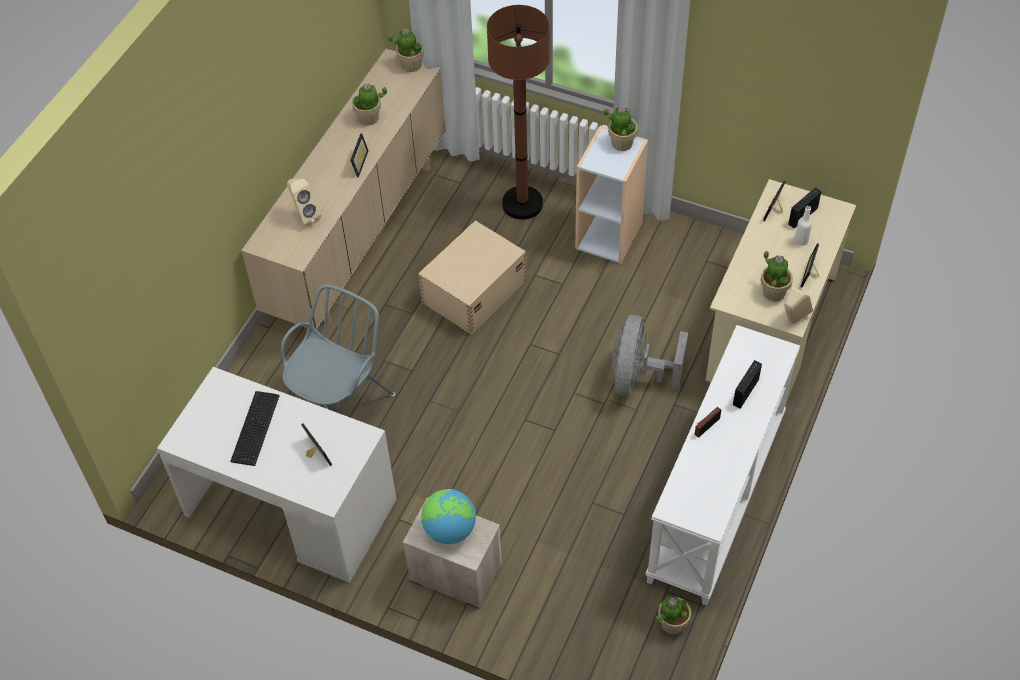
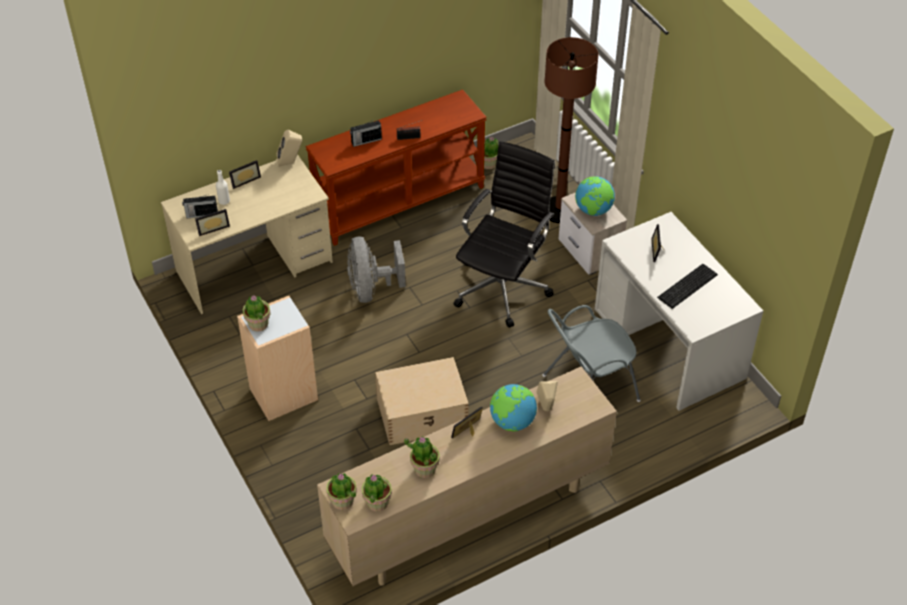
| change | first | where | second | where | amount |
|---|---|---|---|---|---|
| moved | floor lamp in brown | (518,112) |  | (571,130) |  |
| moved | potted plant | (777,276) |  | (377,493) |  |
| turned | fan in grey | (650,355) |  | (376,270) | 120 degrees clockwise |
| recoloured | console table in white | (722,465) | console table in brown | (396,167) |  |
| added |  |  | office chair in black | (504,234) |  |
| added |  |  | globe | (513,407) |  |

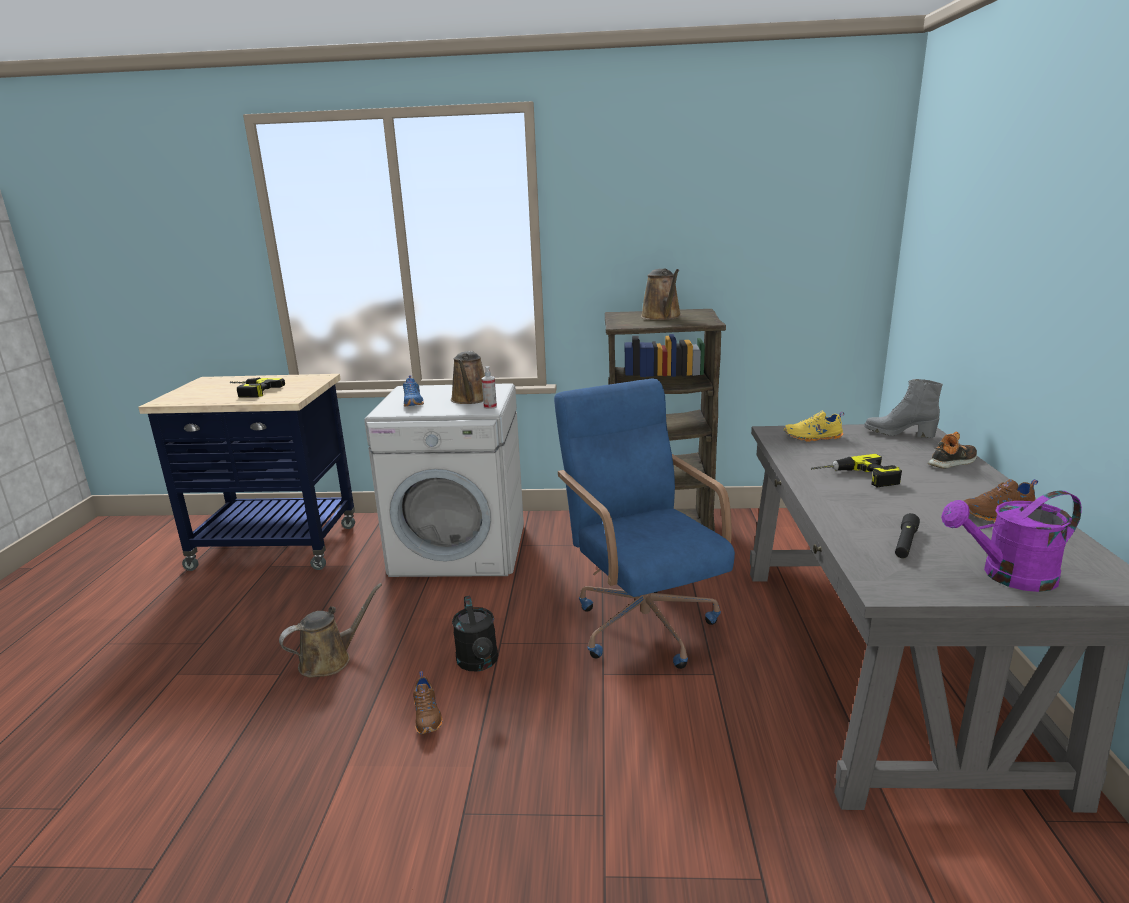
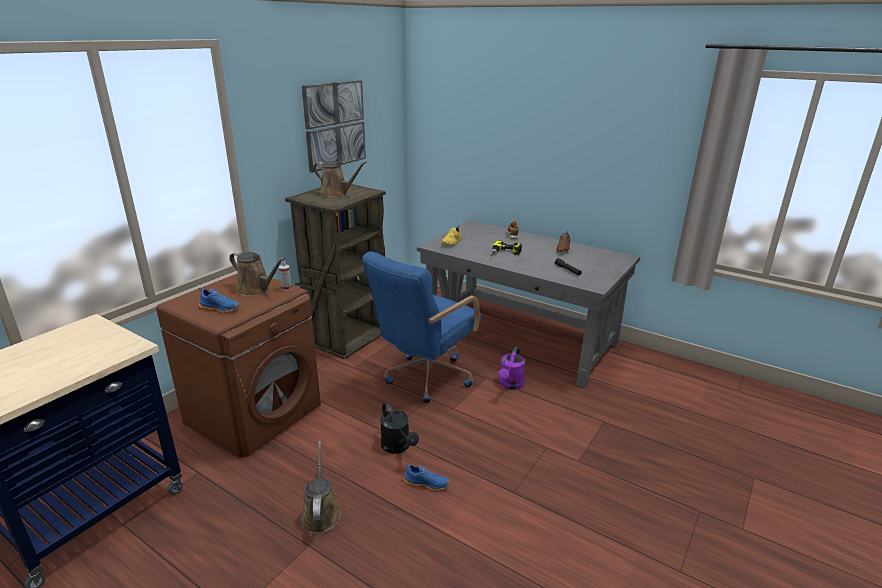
| change | first | where | second | where | amount |
|---|---|---|---|---|---|
| removed | power drill | (257,387) |  |  |  |
| turned | office chair in blue | (644,524) |  | (422,327) | 60 degrees counterclockwise |
| removed | boot in grey | (903,408) |  |  |  |
| recoloured | washing machine in white | (444,480) | washing machine in brown | (238,365) |  |
| moved | watering can in purple | (1011,541) |  | (511,368) |  |
| turned | watering can in black | (475,633) |  | (399,428) | 45 degrees clockwise |
| recoloured | shoe in brown | (427,702) | shoe in blue | (426,477) |  |
| added |  |  | picture | (334,126) |  |

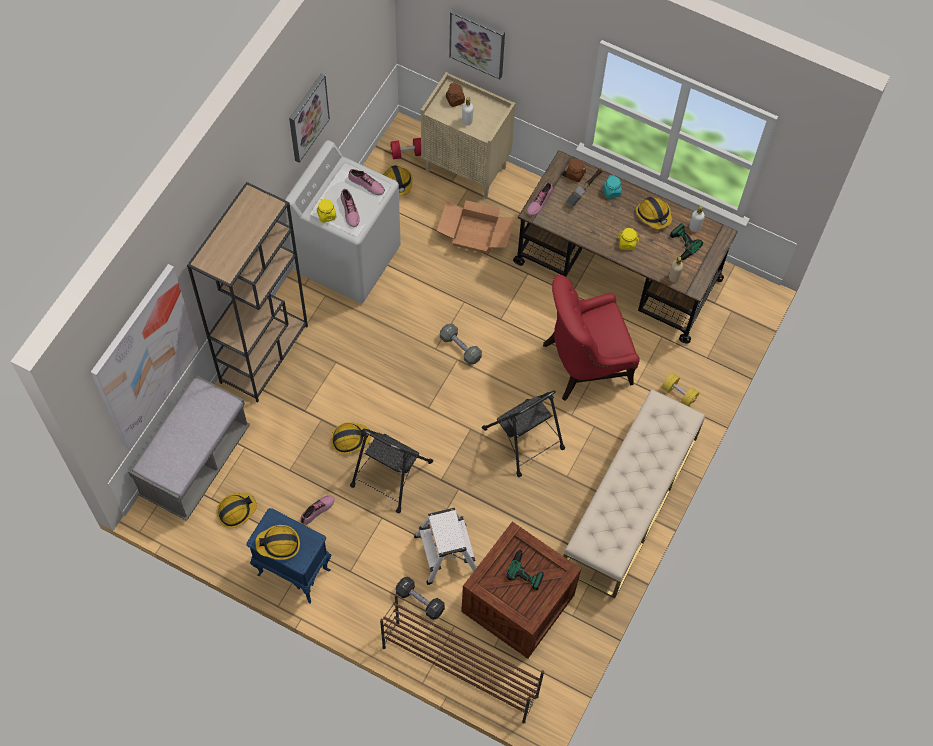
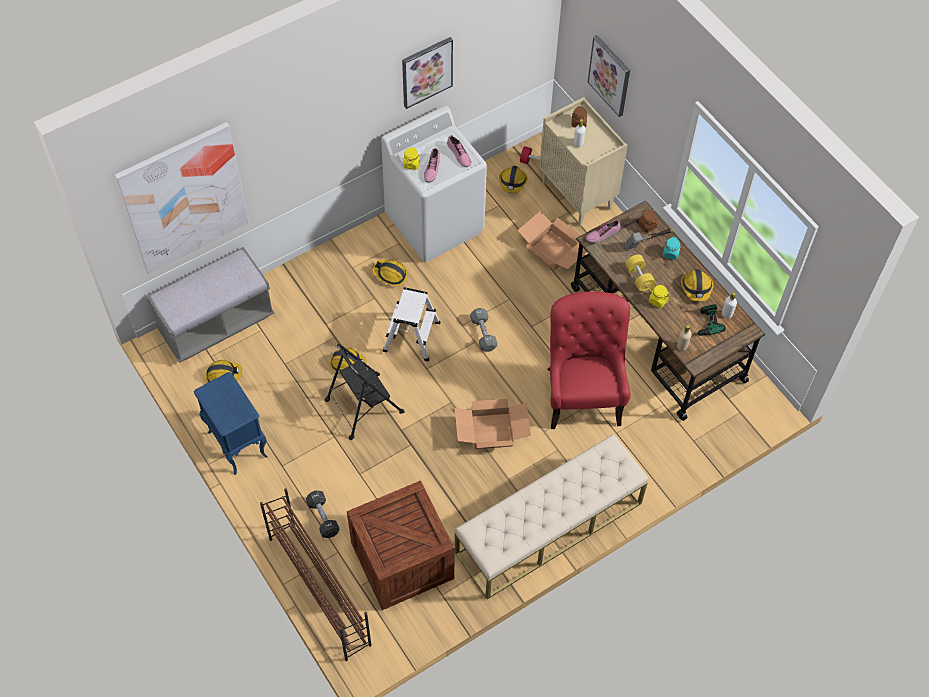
| change | first | where | second | where | amount |
|---|---|---|---|---|---|
| removed | bookcase | (247,292) |  |  |  |
| turned | chair in red | (591,337) |  | (589,360) | 75 degrees clockwise |
| moved | dumbbell in yellow | (680,390) |  | (640,273) |  |
| replaced | step ladder in black | (523,433) | cardboard box | (493,424) |  |
| removed | shoe | (318,510) |  |  |  |
| moved | step ladder in white | (445,546) |  | (412,324) |  |
| moved | hard hat | (277,542) |  | (390,272) |  |
| removed | power drill | (525,566) |  |  |  |

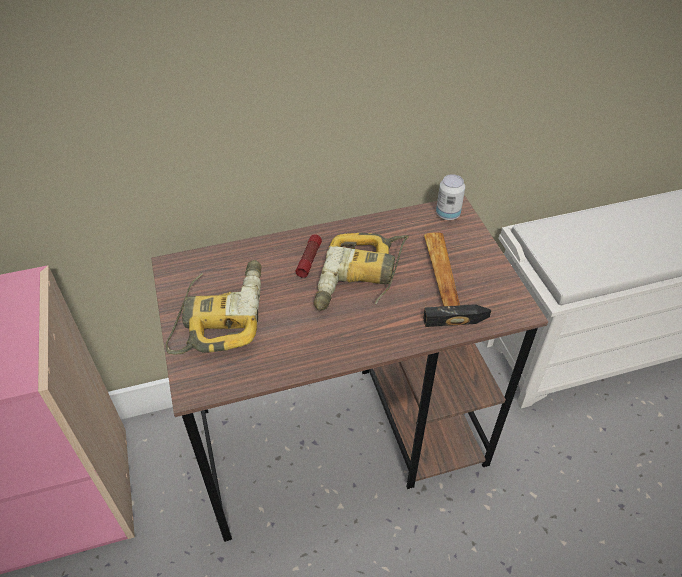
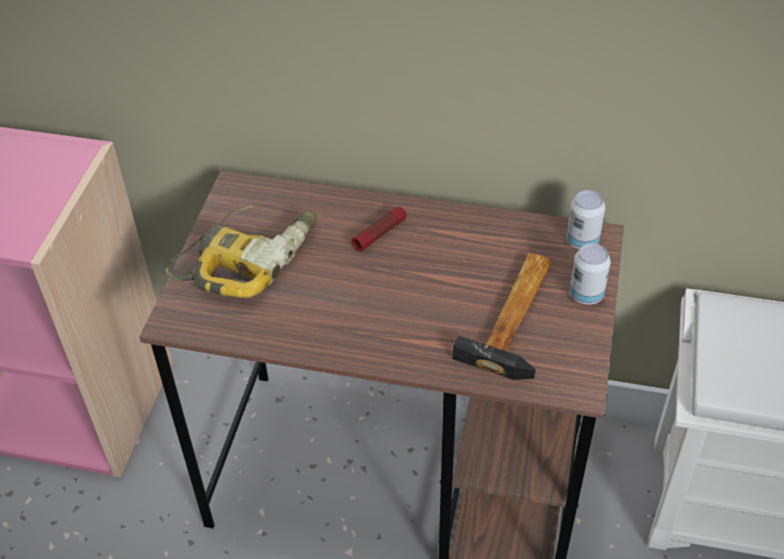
| change | first | where | second | where | amount |
|---|---|---|---|---|---|
| removed | power drill | (361,272) |  |  |  |
| added |  |  | can | (590,274) |  |

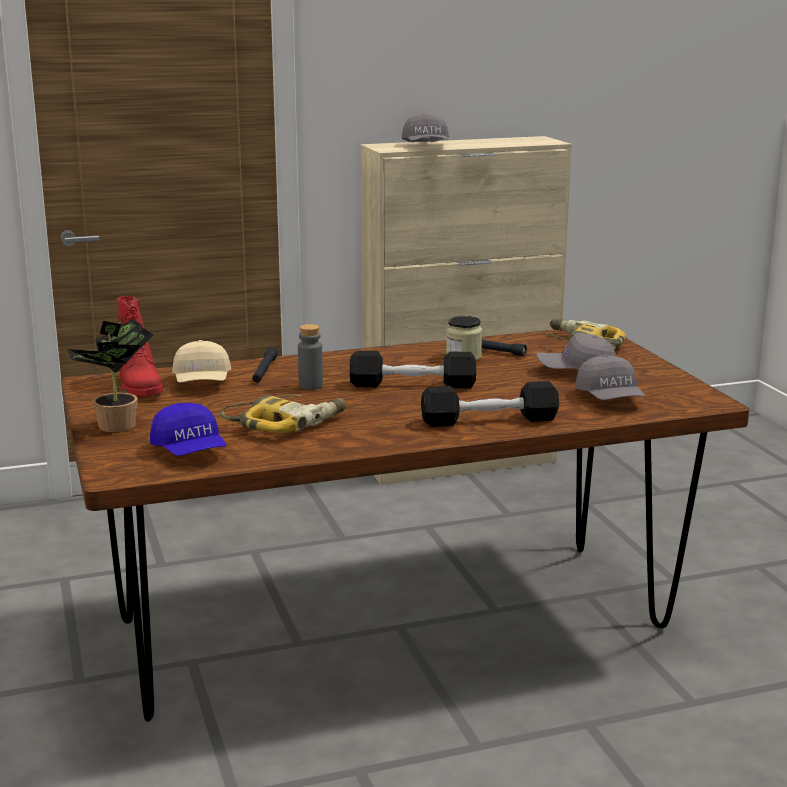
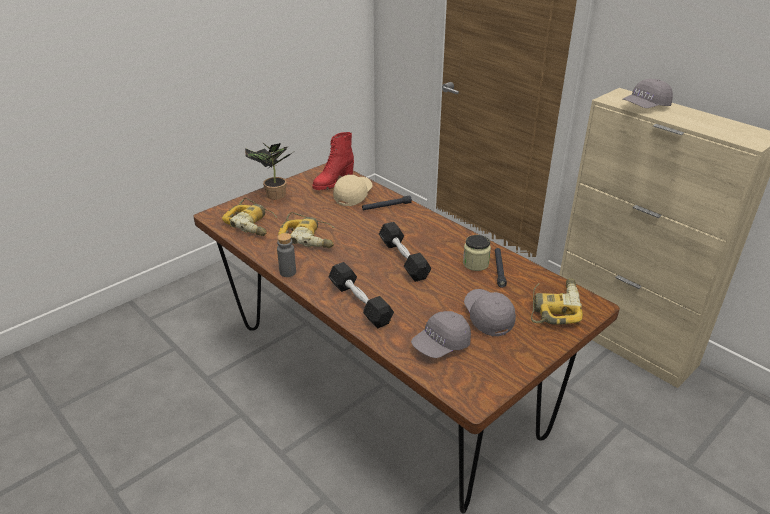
| change | first | where | second | where | amount |
|---|---|---|---|---|---|
| moved | bottle in grey | (310,357) |  | (286,255) |  |
| turned | cap in beige | (201,361) |  | (353,190) | 150 degrees clockwise |
| replaced | cap in blue | (188,429) | power drill | (249,217) |  |

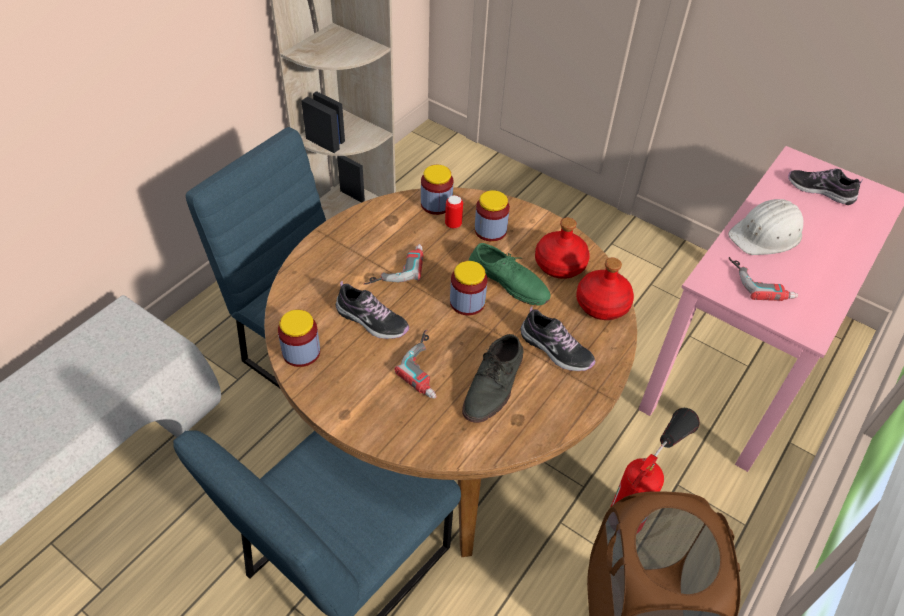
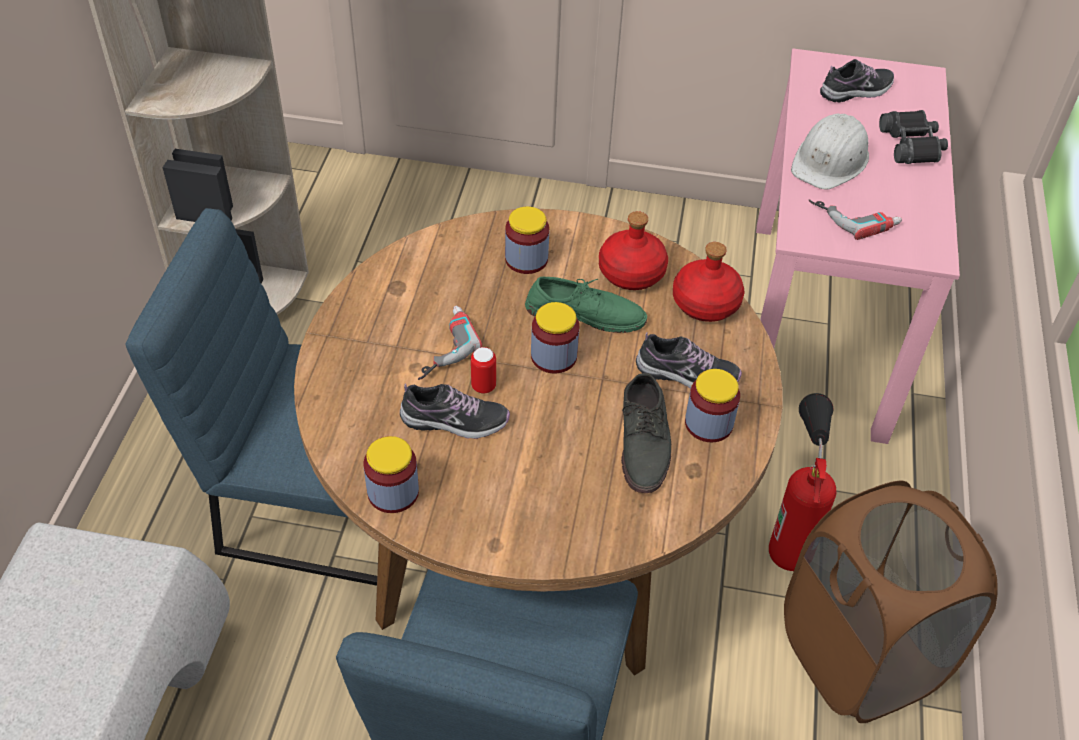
| change | first | where | second | where | amount |
|---|---|---|---|---|---|
| moved | jar | (437,190) |  | (712,405) |  |
| turned | shoe | (825,187) |  | (857,81) | 150 degrees clockwise |
| moved | can | (454,212) |  | (483,370) |  |
| removed | power drill | (415,364) |  |  |  |
| added |  |  | binoculars in black | (913,137) |  |

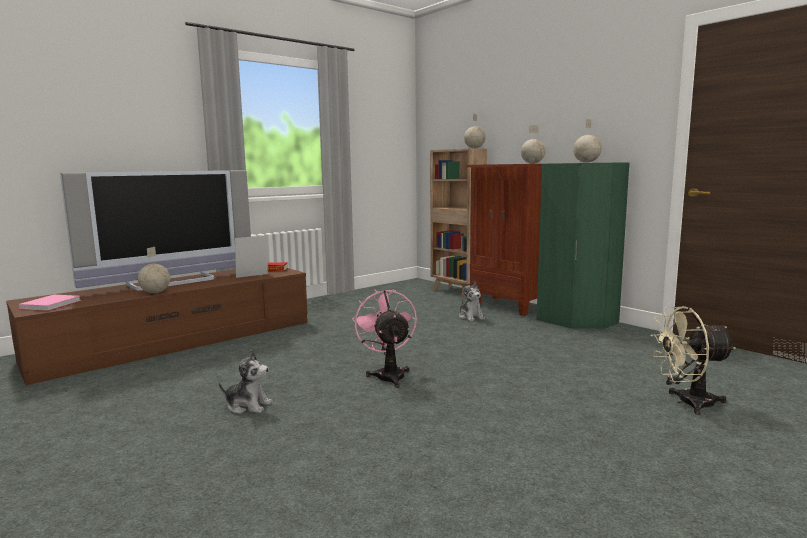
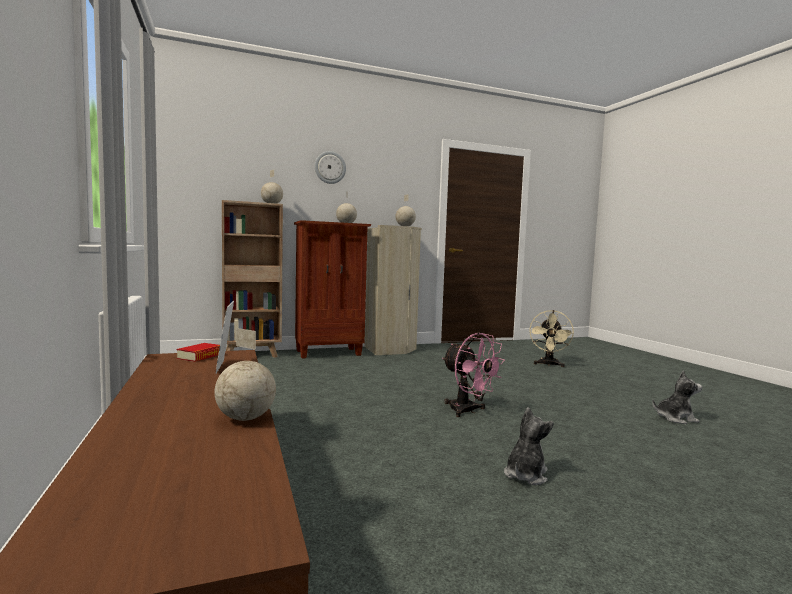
| change | first | where | second | where | amount |
|---|---|---|---|---|---|
| recoloured | cabinet in green | (583,245) | cabinet in beige | (393,290) |  |
| removed | television | (155,230) |  |  |  |
| moved | plush toy | (472,301) |  | (677,397) |  |
| turned | fan in pink | (384,338) |  | (473,374) | 135 degrees counterclockwise |
| removed | book in pink | (50,303) |  |  |  |
| added |  |  | wall clock | (330,167) |  |

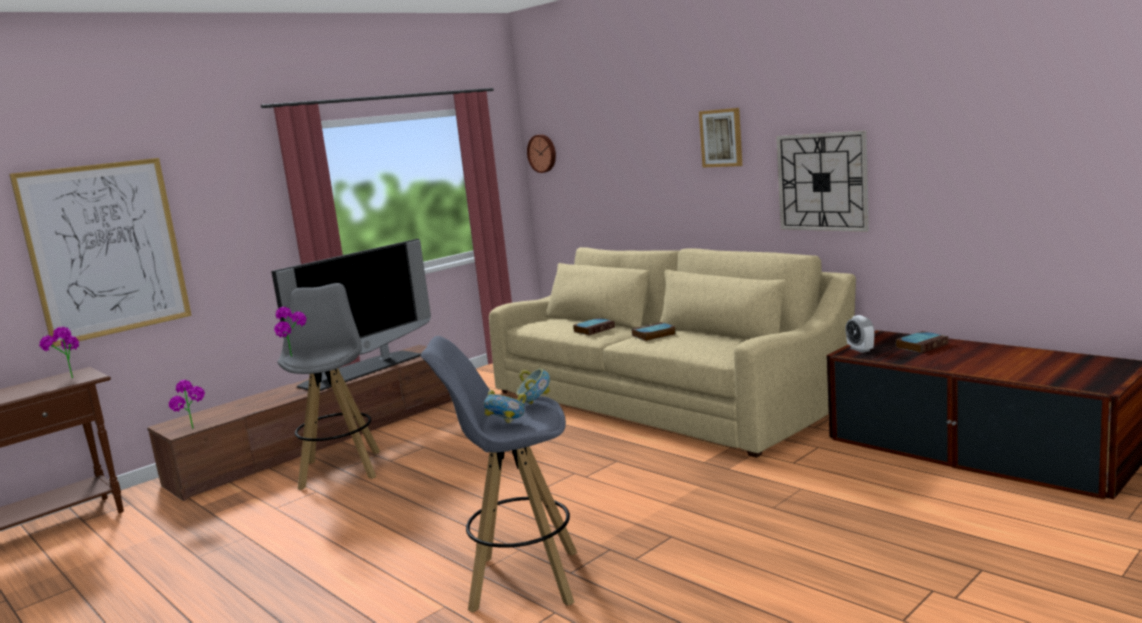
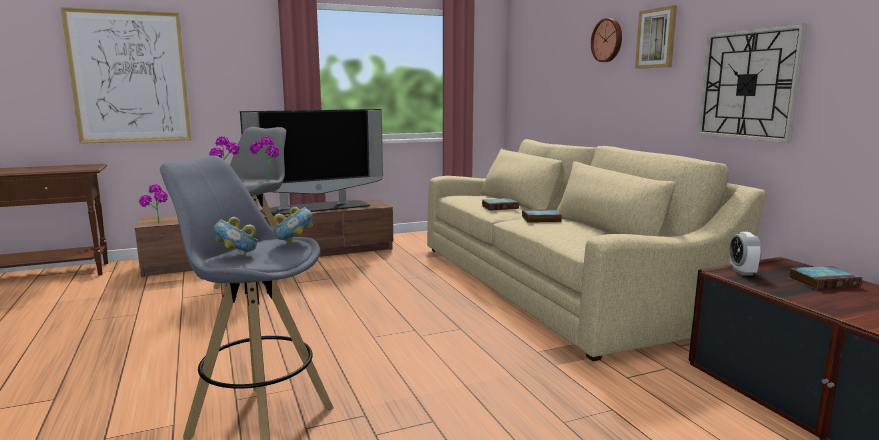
| change | first | where | second | where | amount |
|---|---|---|---|---|---|
| moved | wall clock | (541,153) |  | (606,40) |  |
| moved | potted plant | (59,352) |  | (264,158) |  |

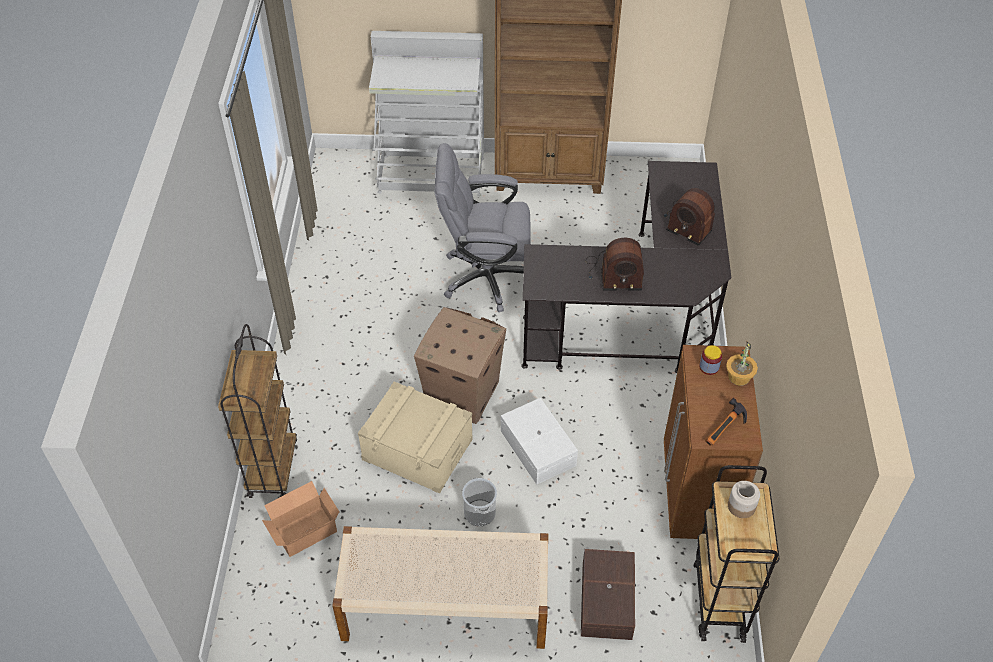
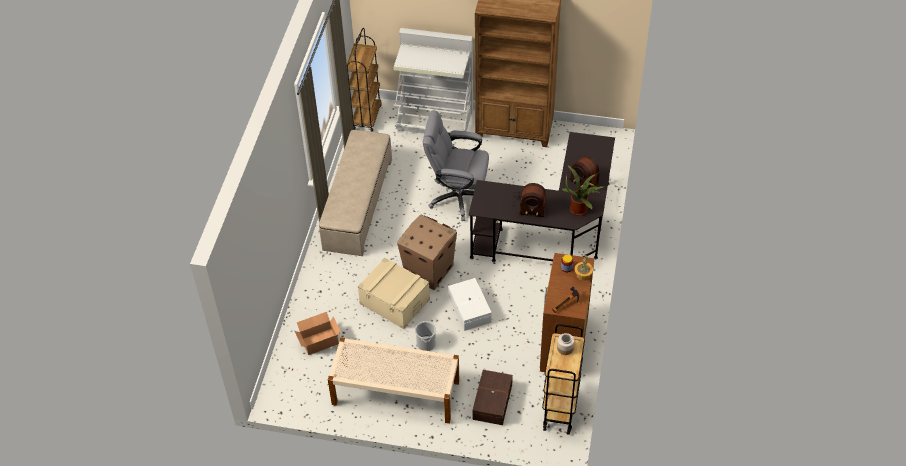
| change | first | where | second | where | amount |
|---|---|---|---|---|---|
| moved | cart in brown | (257,411) |  | (364,80) |  |
| added |  |  | bench in beige | (355,193) |  |
| added |  |  | potted plant | (582,190) |  |

